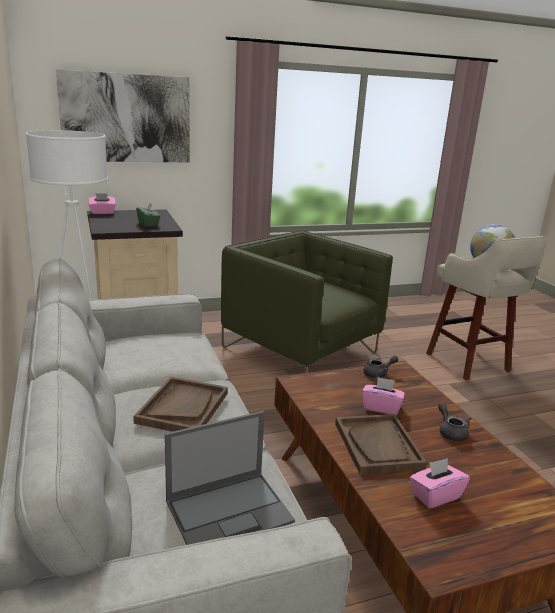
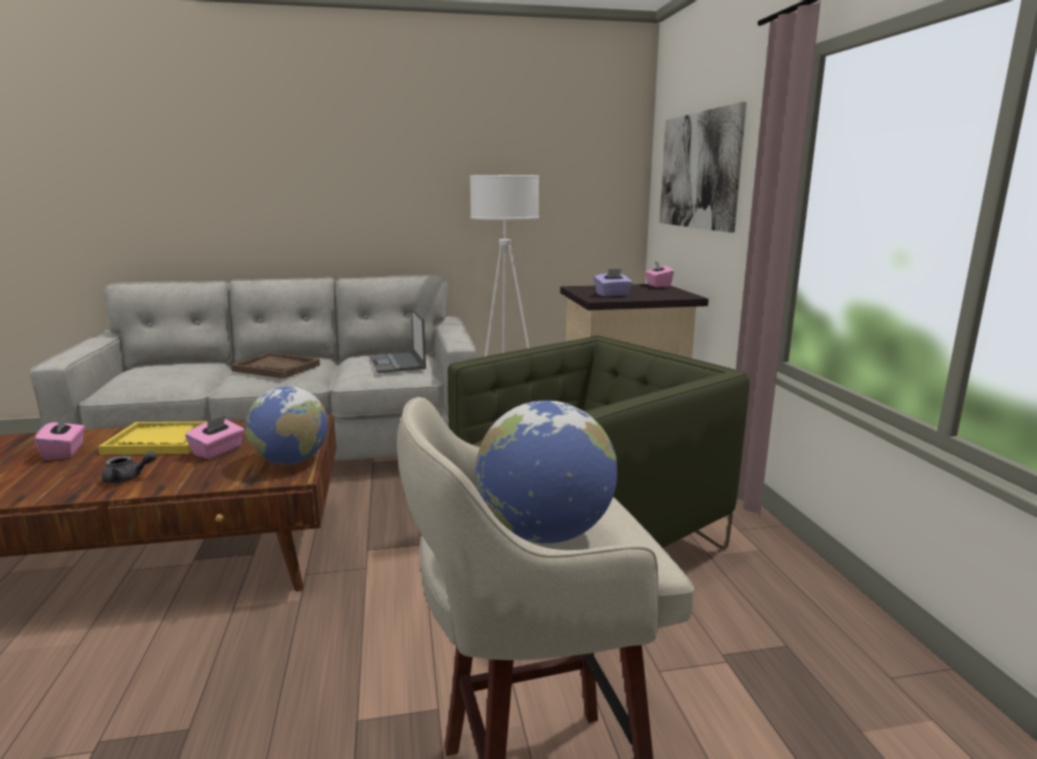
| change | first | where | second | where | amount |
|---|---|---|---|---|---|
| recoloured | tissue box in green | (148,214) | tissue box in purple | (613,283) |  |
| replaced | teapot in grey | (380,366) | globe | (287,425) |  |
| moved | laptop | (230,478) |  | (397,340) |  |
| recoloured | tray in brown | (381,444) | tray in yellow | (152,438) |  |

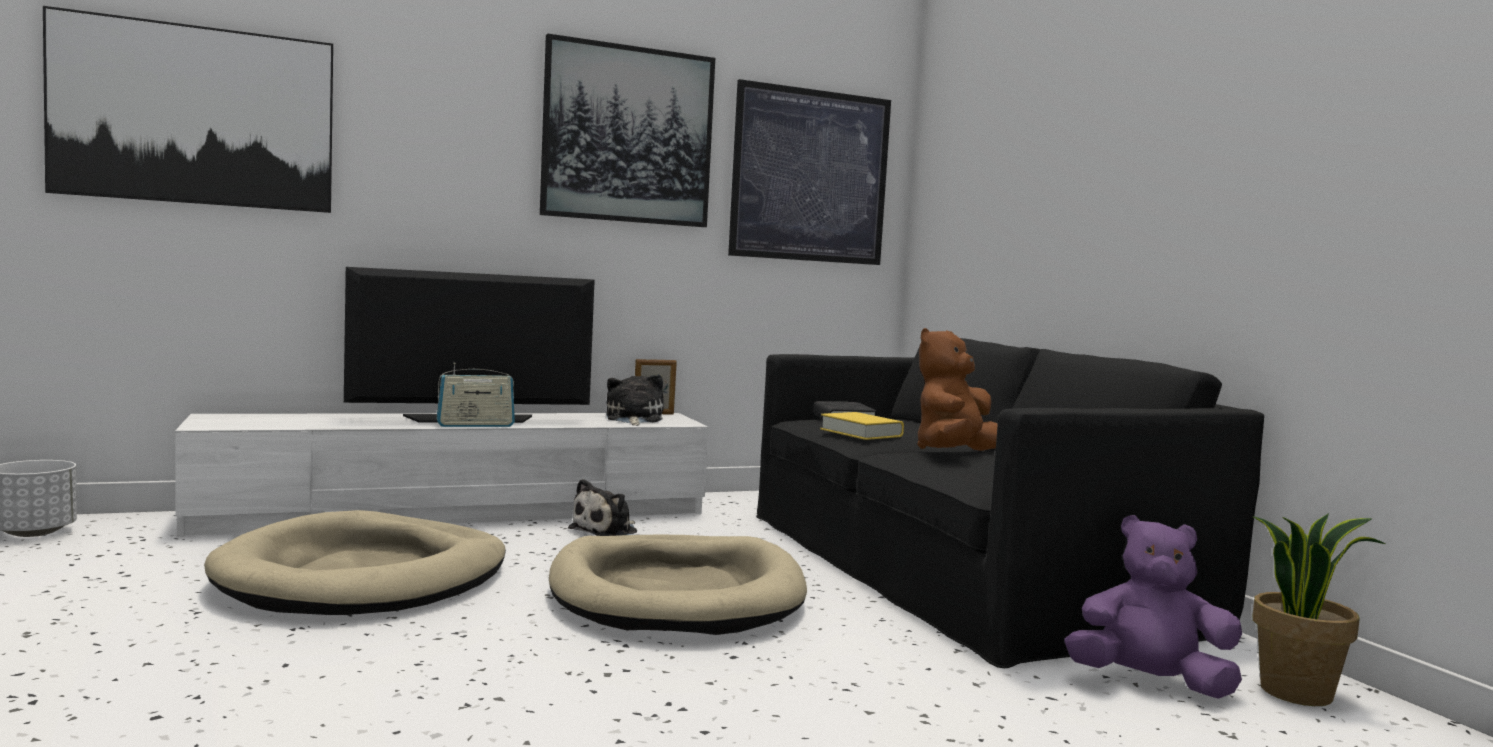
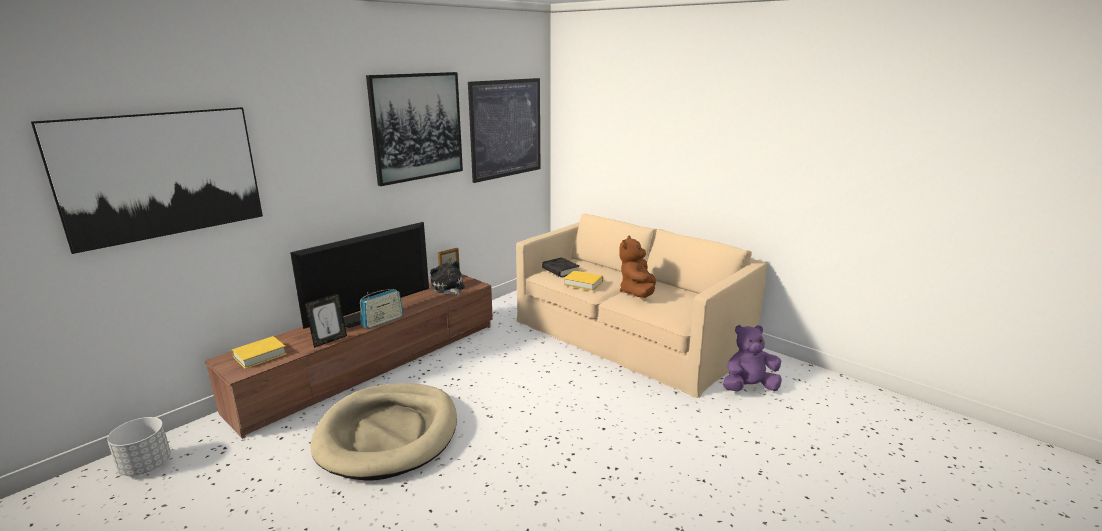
| change | first | where | second | where | amount |
|---|---|---|---|---|---|
| recoloured | sofa in black | (1010,503) | sofa in beige | (641,306) |  |
| recoloured | tv stand in white | (441,475) | tv stand in brown | (349,356) |  |
| removed | plush toy | (602,507) |  |  |  |
| removed | potted plant | (1318,609) |  |  |  |
| removed | dog bed in beige | (678,585) |  |  |  |
| added |  |  | picture frame | (326,320) |  |
| added |  |  | book in yellow | (259,352) |  |

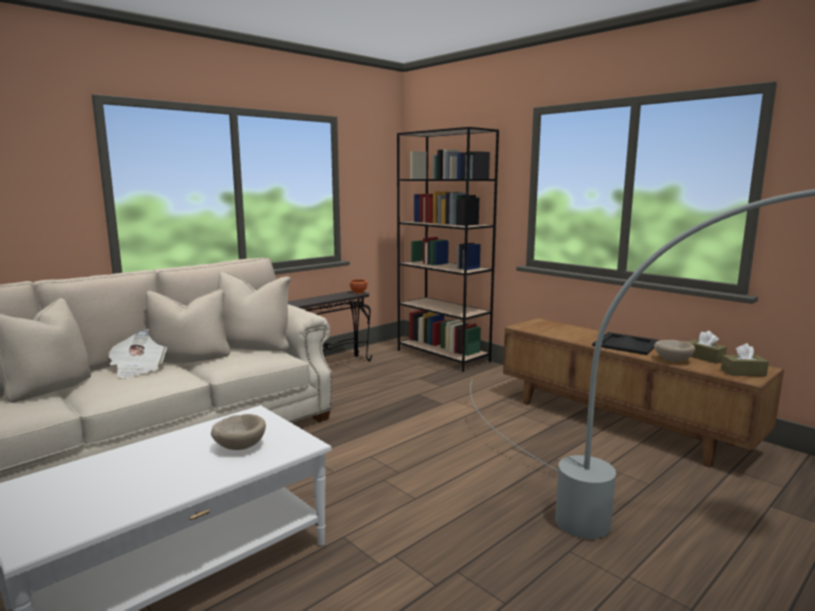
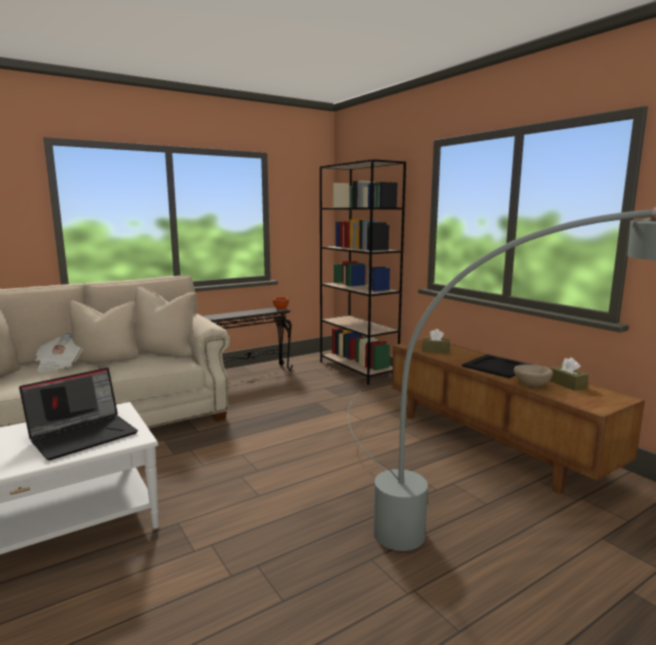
| change | first | where | second | where | amount |
|---|---|---|---|---|---|
| moved | tissue box in brown | (745,359) |  | (436,341) |  |
| replaced | bowl in beige | (238,432) | laptop | (78,414) |  |

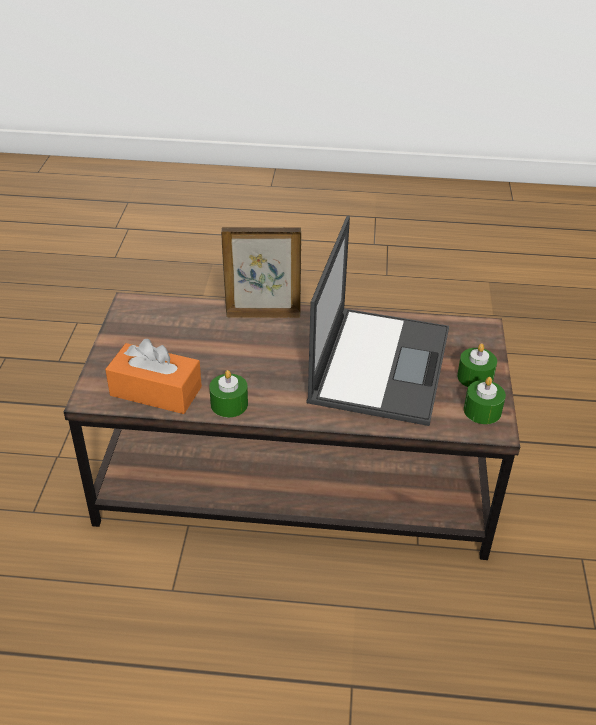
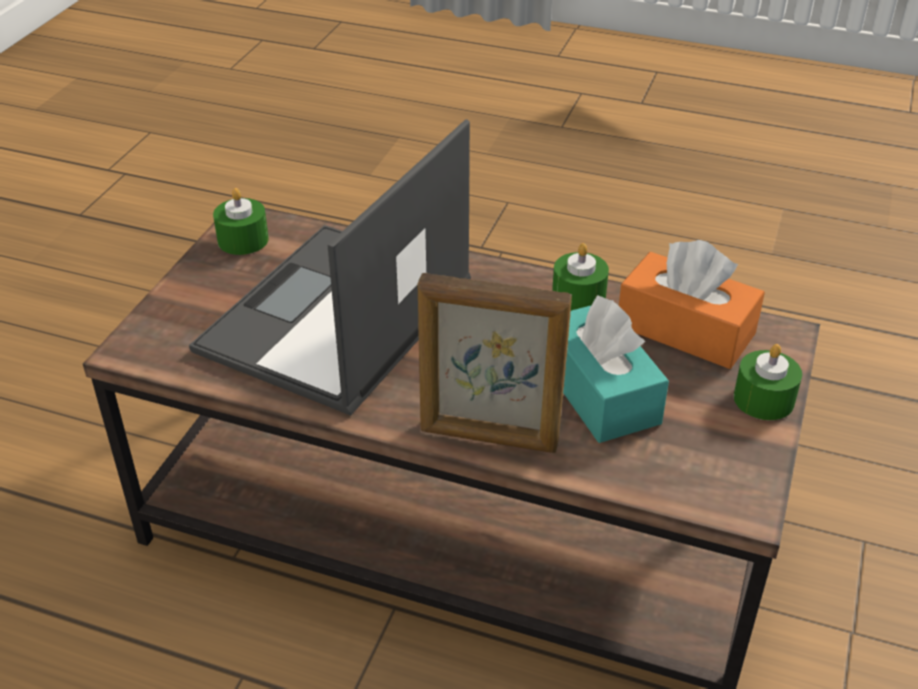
| change | first | where | second | where | amount |
|---|---|---|---|---|---|
| moved | candle in green | (477,365) |  | (768,382) |  |
| added |  |  | tissue box in turquoise | (616,369) |  |

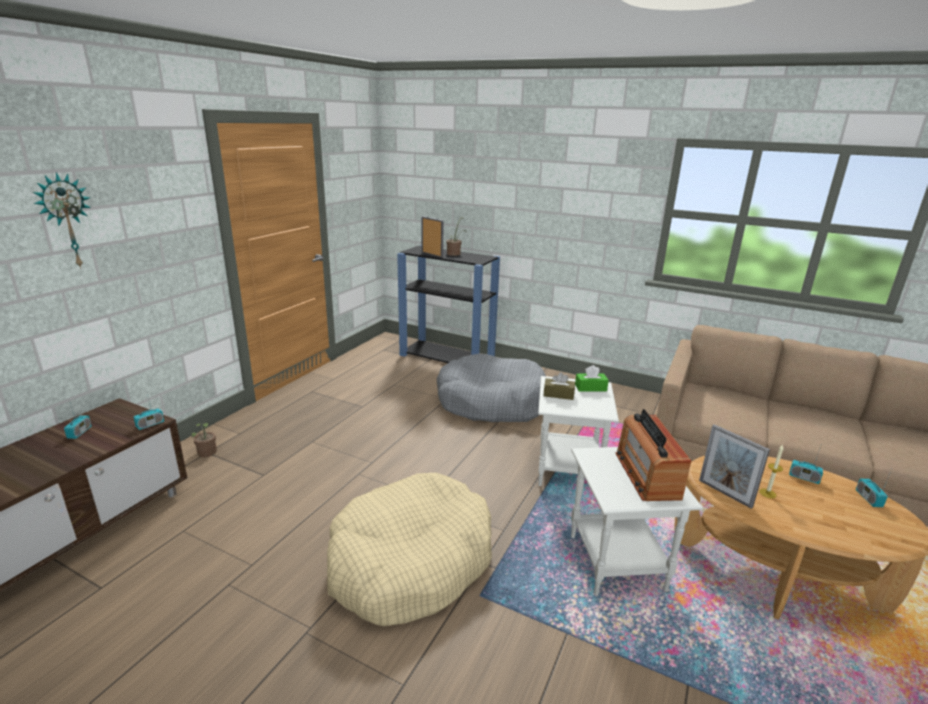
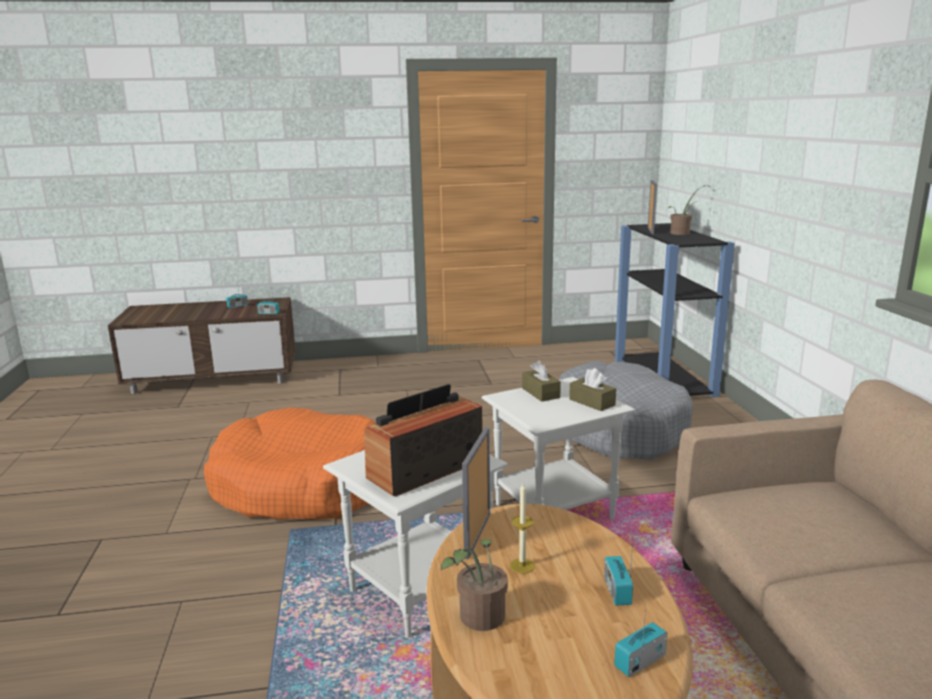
| change | first | where | second | where | amount |
|---|---|---|---|---|---|
| removed | wall clock | (62,220) |  |  |  |
| recoloured | tissue box in green | (592,378) | tissue box in brown | (592,389) |  |
| moved | potted plant | (204,440) |  | (474,585) |  |
| recoloured | dog bed in beige | (409,549) | dog bed in orange | (290,464) |  |

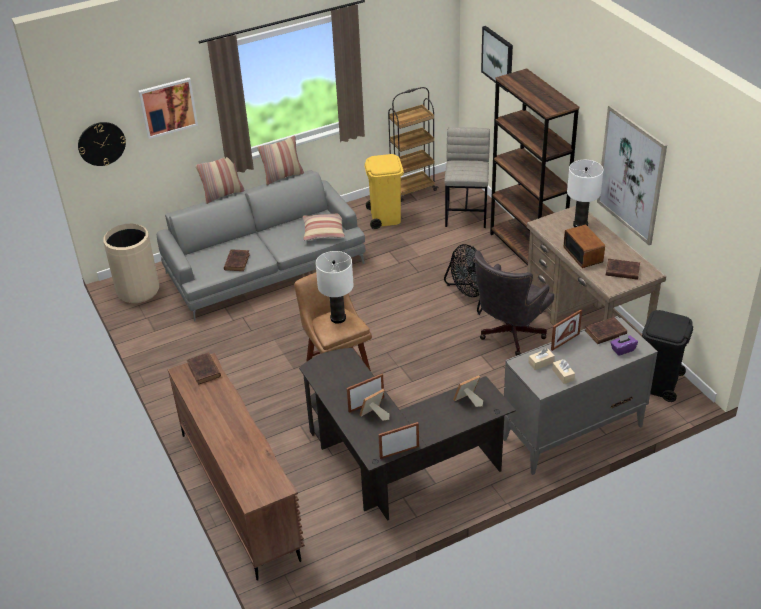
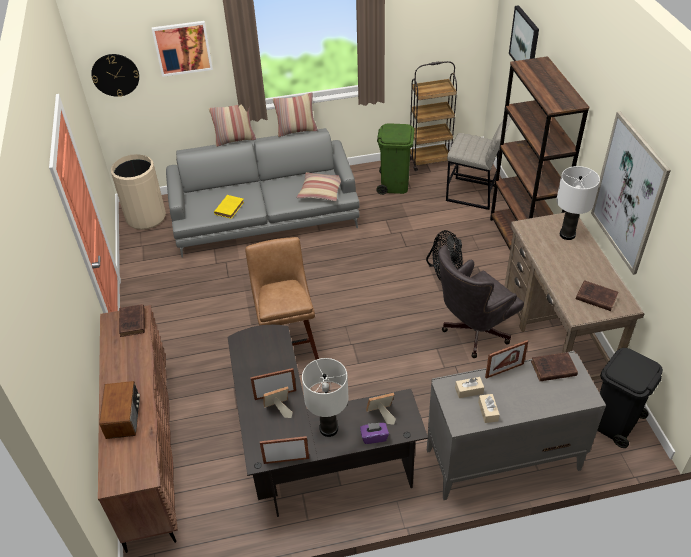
| change | first | where | second | where | amount |
|---|---|---|---|---|---|
| turned | chair in grey | (467,177) |  | (478,163) | 90 degrees clockwise |
| recoloured | trash can in yellow | (384,191) | trash can in green | (395,159) |  |
| moved | radio | (584,246) |  | (119,410) |  |
| recoloured | book in brown | (237,260) | book in yellow | (229,207) |  |
| moved | table lamp in white | (335,287) |  | (325,397) |  |
| moved | tissue box in purple | (624,345) |  | (374,433) |  |

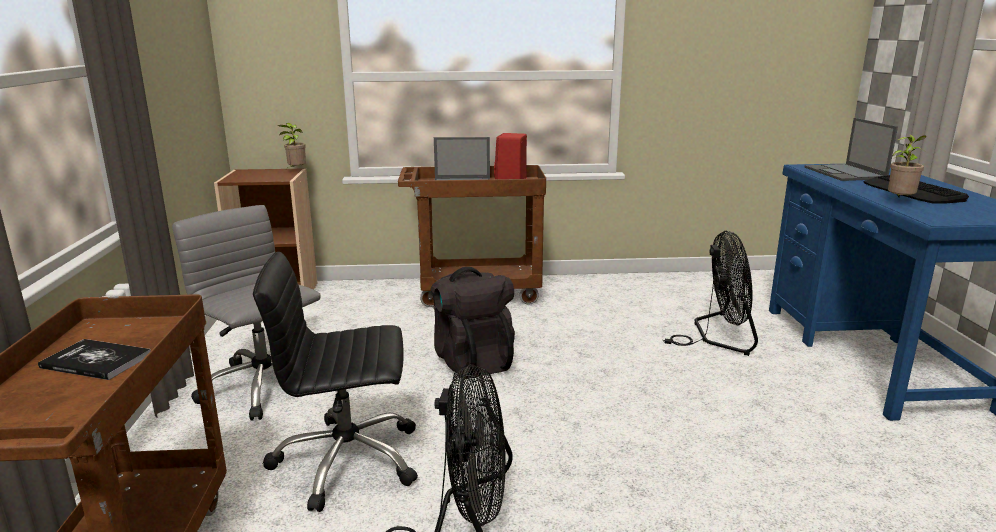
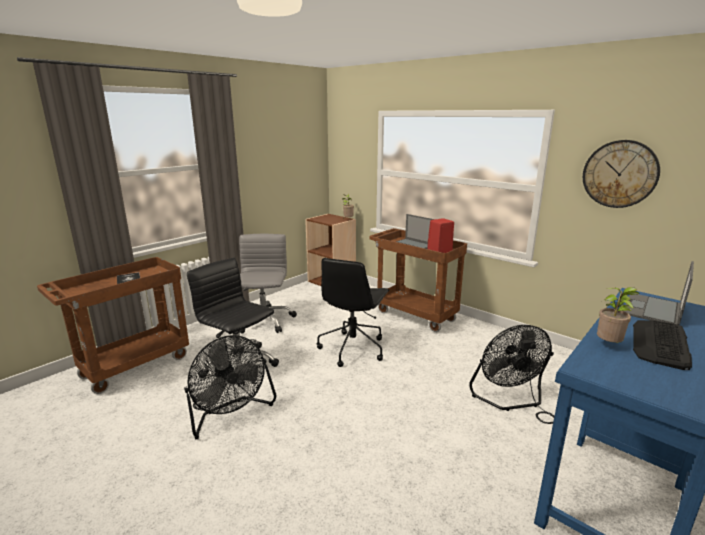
| change | first | where | second | where | amount |
|---|---|---|---|---|---|
| turned | fan in black | (710,293) |  | (511,374) | 150 degrees counterclockwise |
| replaced | backpack in black | (473,323) | office chair in black | (353,312) |  |
| added |  |  | wall clock | (621,174) |  |

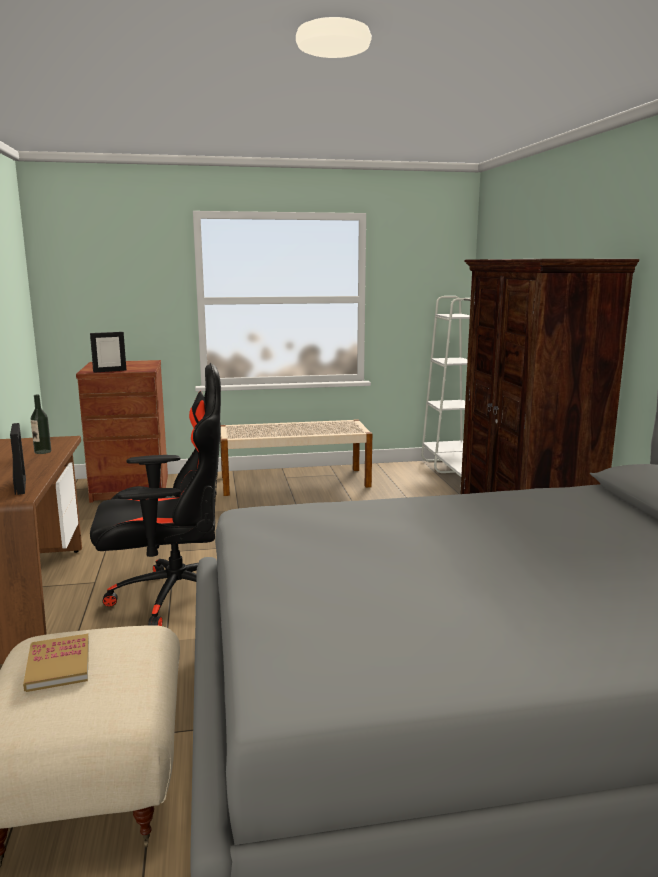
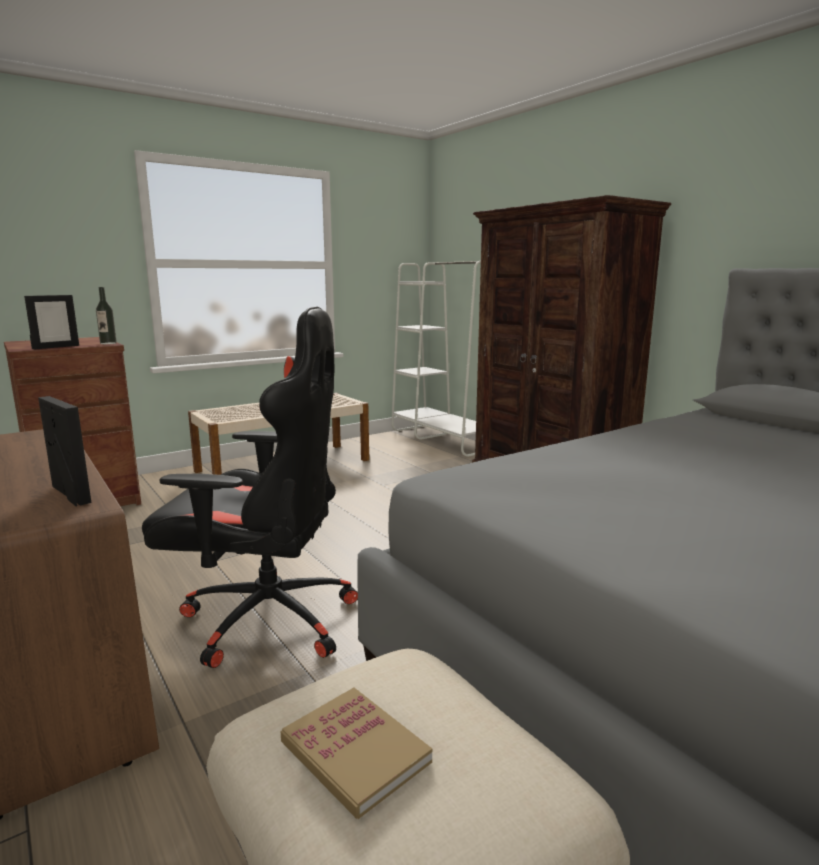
| change | first | where | second | where | amount |
|---|---|---|---|---|---|
| turned | office chair in black | (155,494) |  | (250,487) | 45 degrees clockwise |
| moved | bottle | (40,424) |  | (106,315) |  |

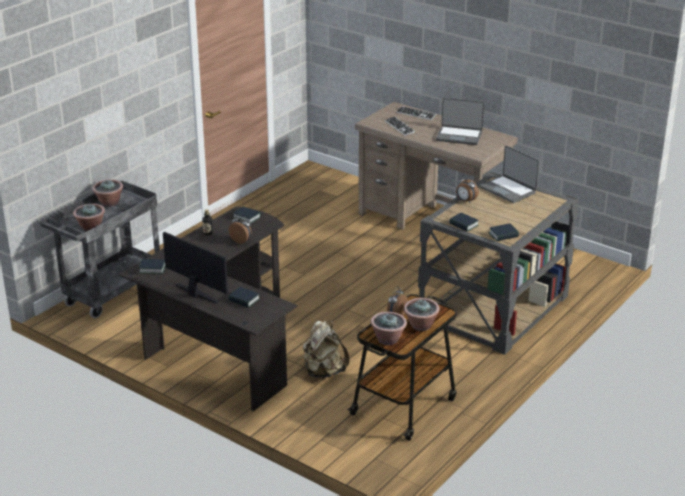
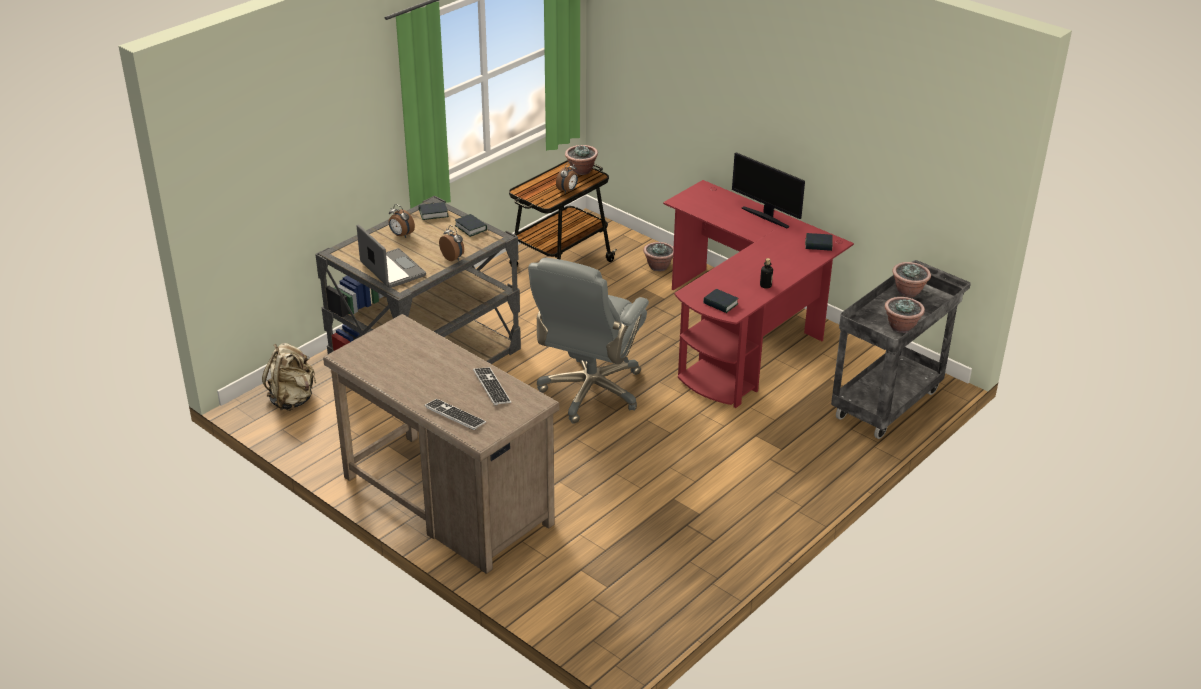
| change | first | where | second | where | amount |
|---|---|---|---|---|---|
| removed | laptop | (460,121) |  |  |  |
| recoloured | desk in black | (208,309) | desk in red | (758,294) |  |
| moved | alarm clock | (240,229) |  | (402,221) |  |
| removed | book | (244,297) |  |  |  |
| moved | potted plant | (422,314) |  | (658,256) |  |
| moved | backpack in beige | (326,349) |  | (289,377) |  |
| added |  |  | office chair in grey | (588,341) |  |

